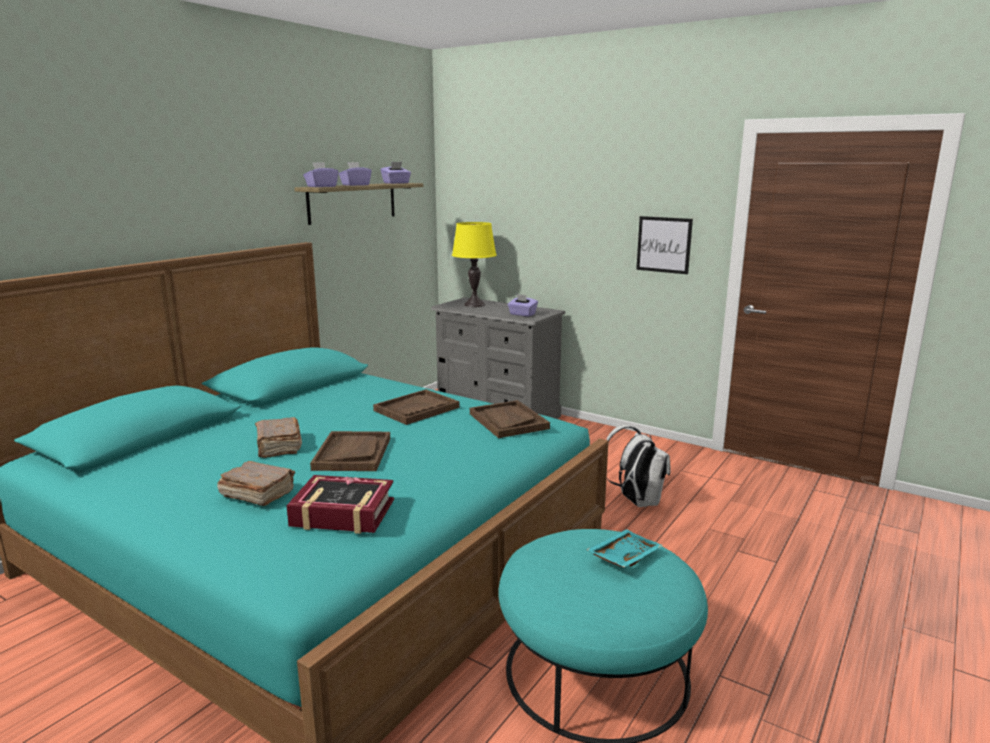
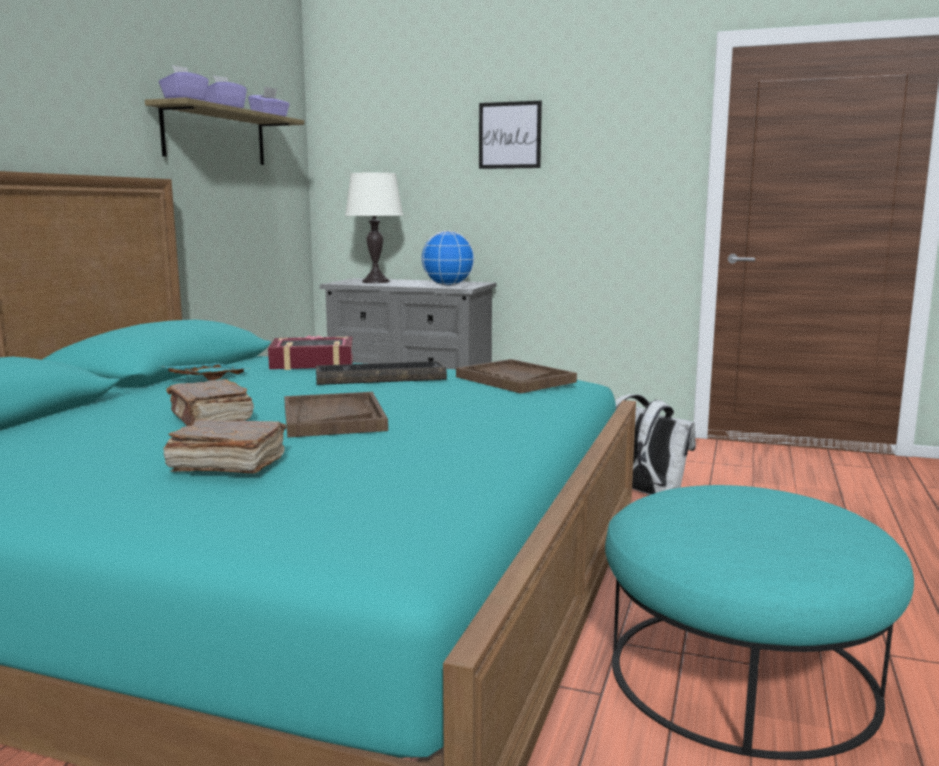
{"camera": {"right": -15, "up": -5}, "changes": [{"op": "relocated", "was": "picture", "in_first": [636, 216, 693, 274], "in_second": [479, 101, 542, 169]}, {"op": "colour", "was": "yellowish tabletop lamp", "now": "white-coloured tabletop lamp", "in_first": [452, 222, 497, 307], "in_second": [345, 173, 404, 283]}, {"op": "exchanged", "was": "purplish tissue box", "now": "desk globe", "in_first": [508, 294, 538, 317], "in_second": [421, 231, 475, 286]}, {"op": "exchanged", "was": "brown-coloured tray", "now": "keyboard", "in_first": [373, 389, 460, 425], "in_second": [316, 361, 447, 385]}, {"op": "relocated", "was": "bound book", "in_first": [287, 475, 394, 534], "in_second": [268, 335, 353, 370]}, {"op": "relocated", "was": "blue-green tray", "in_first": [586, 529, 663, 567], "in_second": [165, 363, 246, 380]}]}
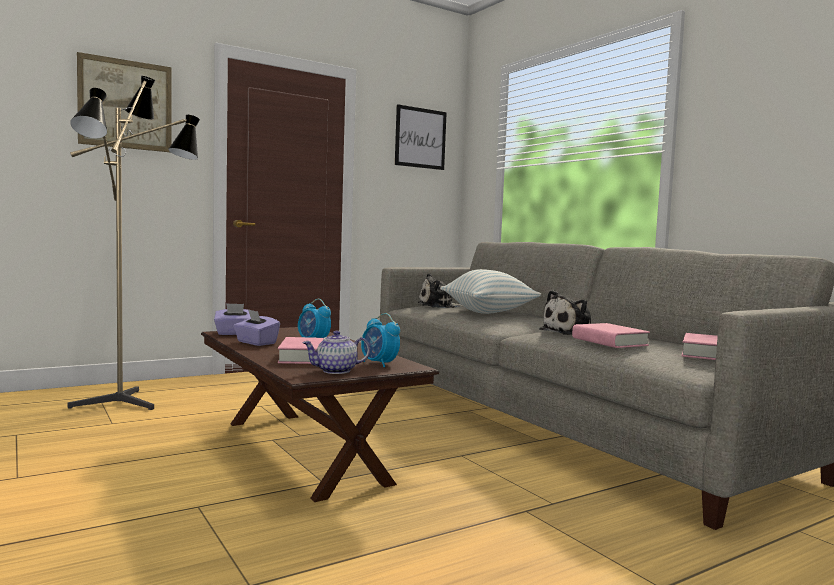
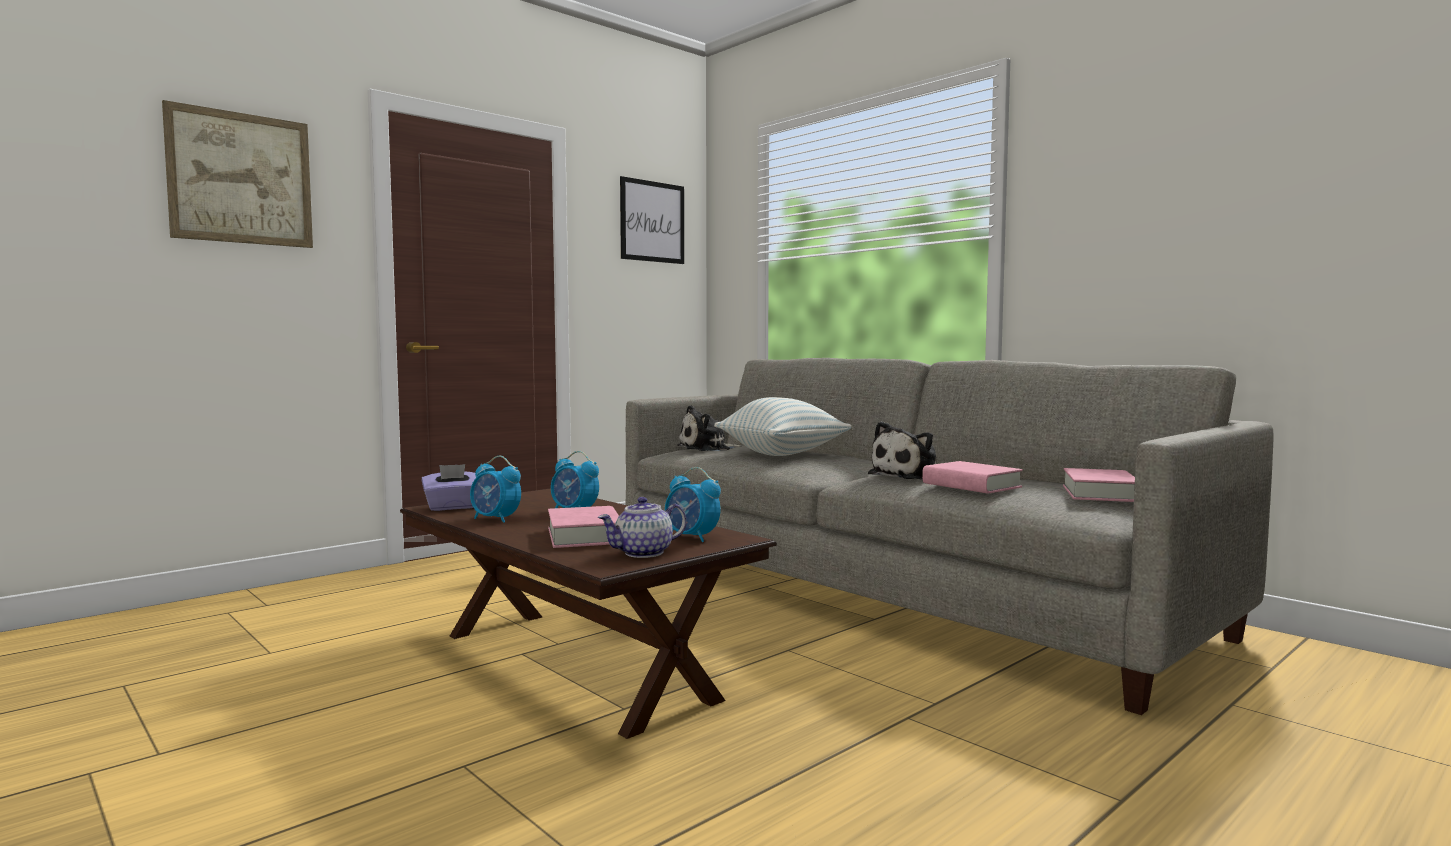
{"camera": {"right": -10, "up": 0}, "changes": [{"op": "missing", "was": "standing lamp", "in_first": [67, 76, 200, 410]}, {"op": "exchanged", "was": "purplish tissue box", "now": "bedside clock", "in_first": [234, 309, 280, 346], "in_second": [470, 456, 521, 523]}]}
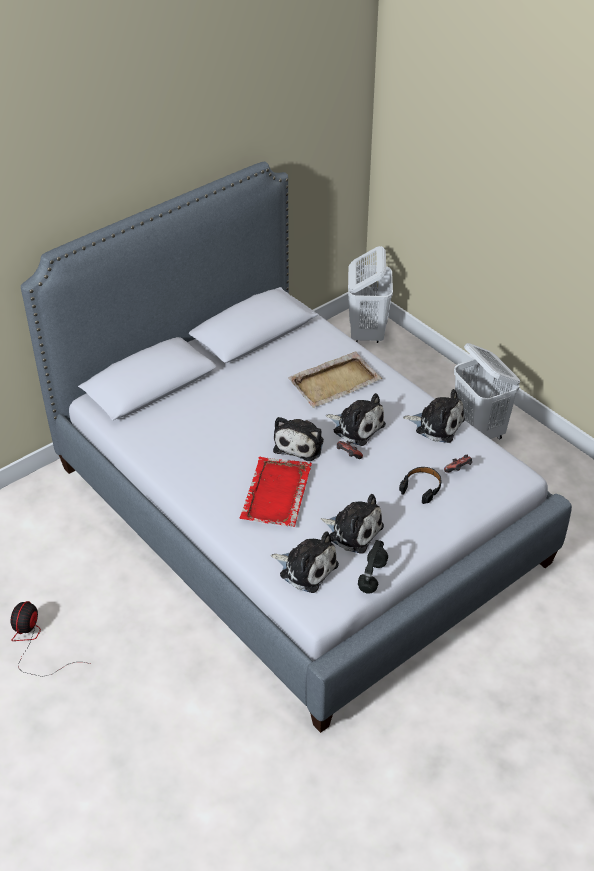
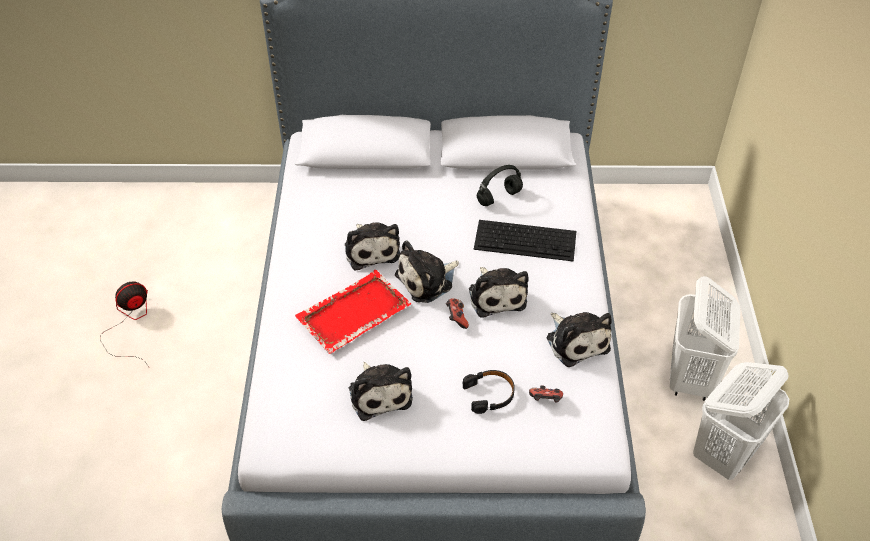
{"camera": {"right": 40, "up": 5}, "changes": [{"op": "relocated", "was": "white-coloured laundry basket", "in_first": [348, 246, 393, 343], "in_second": [693, 362, 789, 480]}, {"op": "exchanged", "was": "sand-coloured tray", "now": "keyboard", "in_first": [288, 351, 382, 408], "in_second": [474, 220, 576, 262]}, {"op": "relocated", "was": "cuddly toy", "in_first": [271, 531, 339, 593], "in_second": [345, 222, 400, 270]}, {"op": "relocated", "was": "black headphones", "in_first": [358, 540, 388, 594], "in_second": [477, 165, 523, 206]}]}
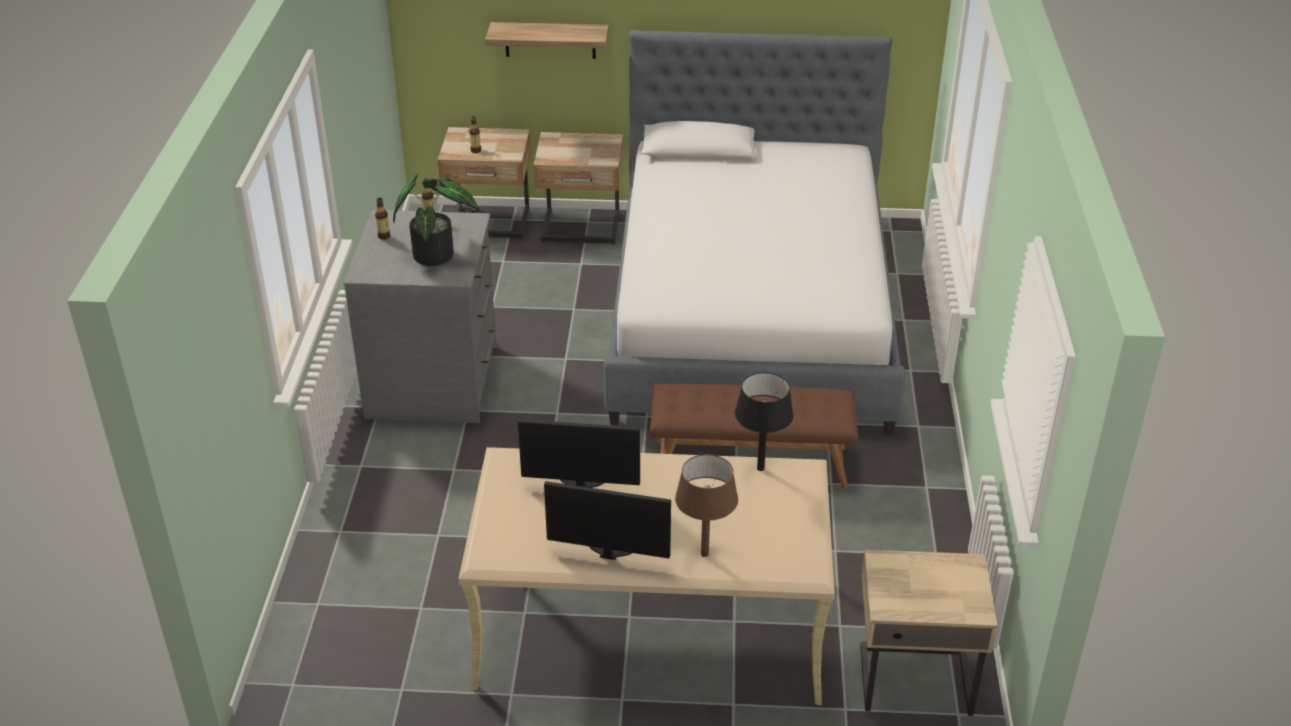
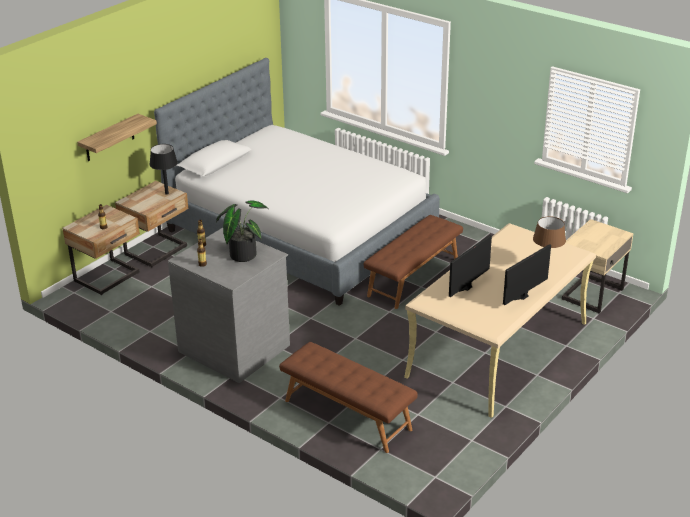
{"camera": {"right": -55, "up": -5}, "changes": [{"op": "relocated", "was": "black tabletop lamp", "in_first": [735, 372, 794, 471], "in_second": [149, 144, 178, 195]}, {"op": "appeared", "now": "brown-coloured long seat", "in_second": [279, 342, 418, 453]}]}
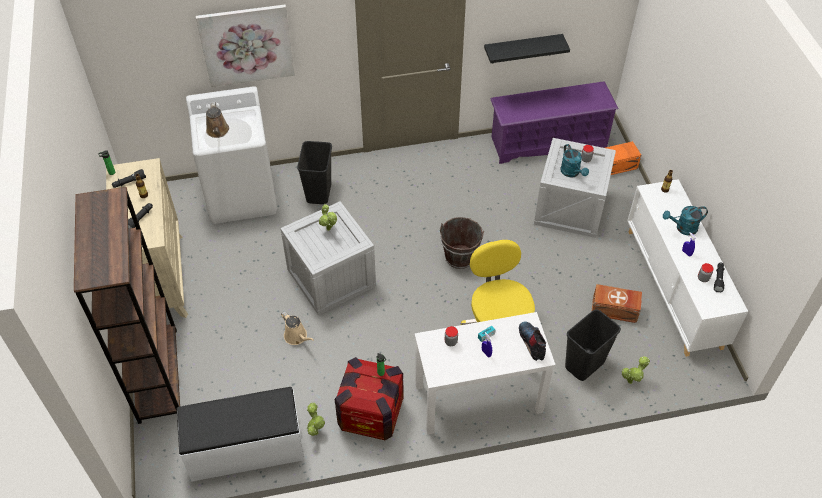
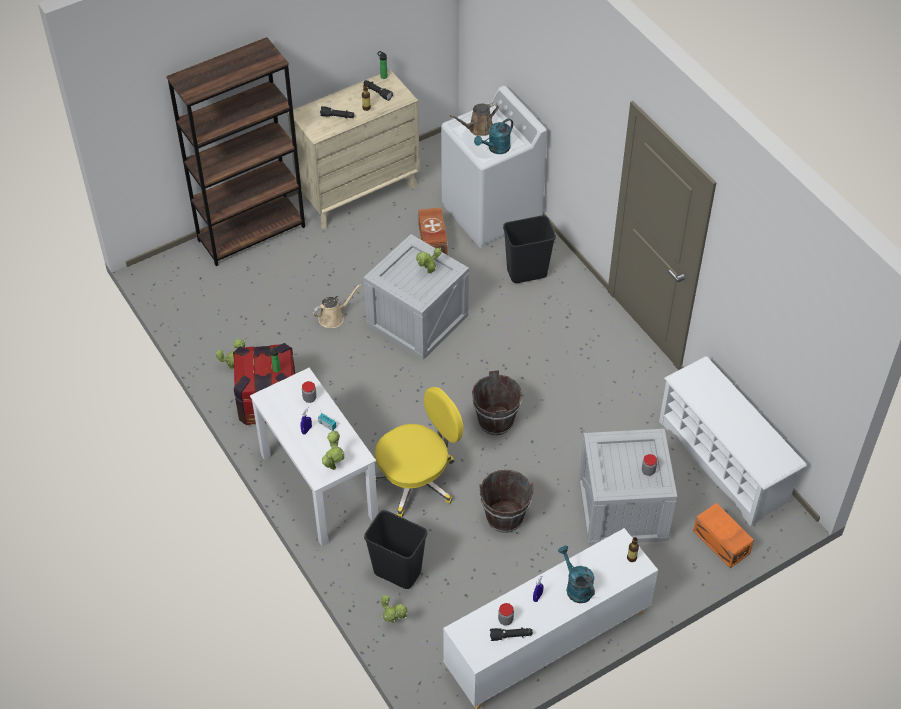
{"camera": {"right": 70, "up": 0}, "changes": [{"op": "missing", "was": "picture", "in_first": [196, 5, 295, 87]}, {"op": "missing", "was": "black wall shelf", "in_first": [484, 34, 570, 63]}, {"op": "colour", "was": "purplish shoe stand", "now": "white-coloured shoe stand", "in_first": [491, 81, 619, 164], "in_second": [659, 356, 807, 527]}, {"op": "relocated", "was": "blue-green watering pot", "in_first": [560, 144, 589, 177], "in_second": [474, 118, 513, 154]}, {"op": "relocated", "was": "brown-coloured storage container", "in_first": [592, 284, 642, 323], "in_second": [418, 208, 448, 255]}, {"op": "spun", "was": "sand-coloured watering pot", "in_first": [281, 311, 314, 345], "in_second": [313, 284, 361, 328], "clockwise": -150}, {"op": "exchanged", "was": "tall boot", "now": "houseplant", "in_first": [519, 321, 546, 361], "in_second": [322, 431, 344, 470]}, {"op": "missing", "was": "white-coloured long seat", "in_first": [176, 387, 304, 482]}, {"op": "appeared", "now": "brown-coloured pail", "in_second": [479, 470, 534, 533]}]}
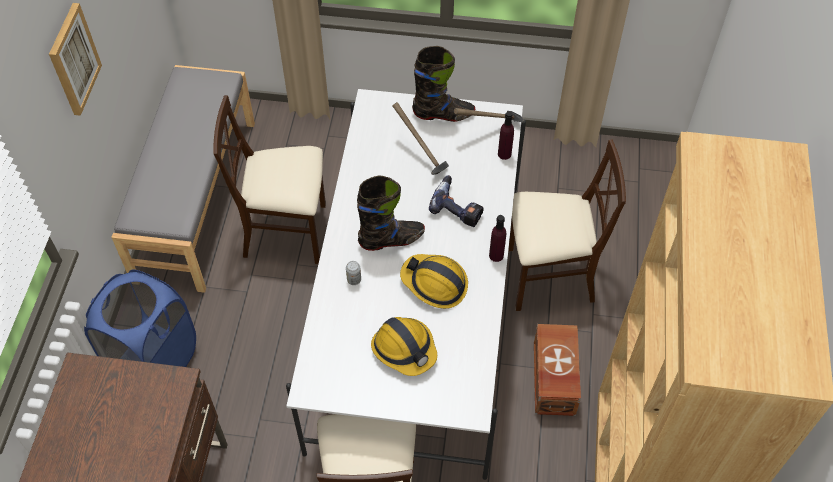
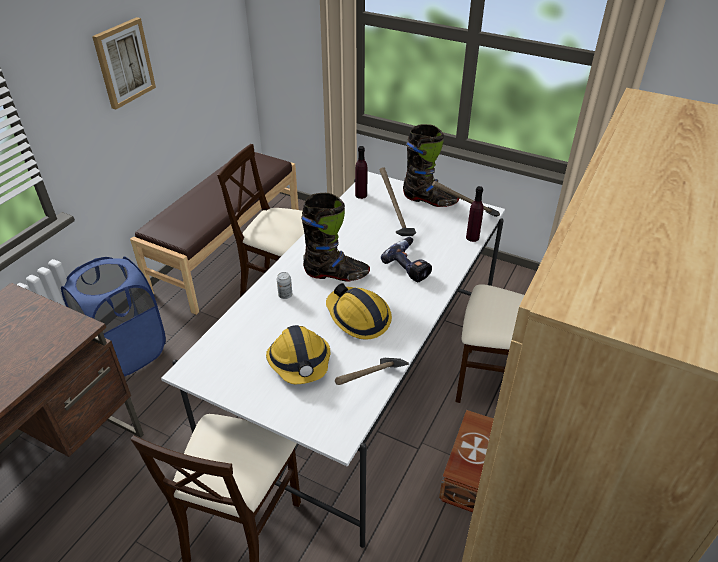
{"camera": {"right": 20, "up": -15}, "changes": [{"op": "colour", "was": "greyish long seat", "now": "brown-coloured long seat", "in_first": [111, 65, 255, 293], "in_second": [130, 152, 299, 315]}, {"op": "relocated", "was": "purplish beverage bottle", "in_first": [489, 215, 506, 262], "in_second": [355, 146, 367, 199]}, {"op": "appeared", "now": "hand hammer", "in_second": [335, 358, 409, 385]}]}
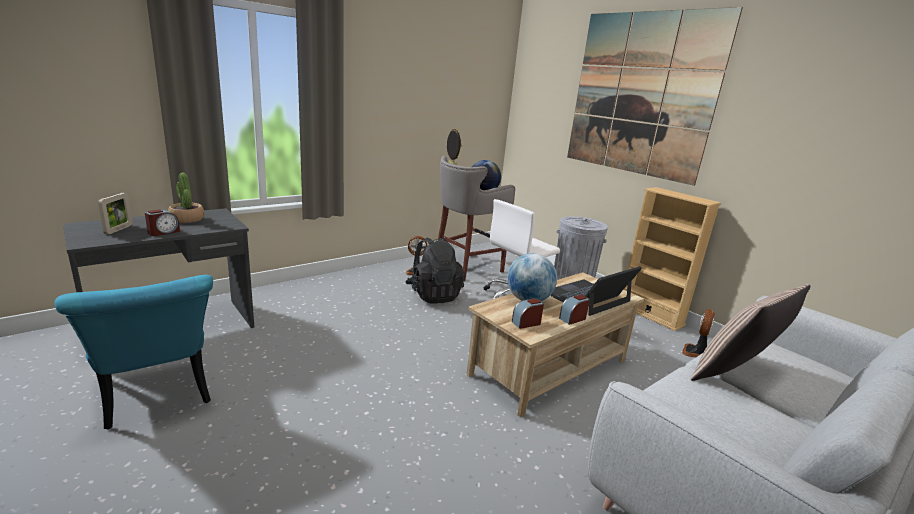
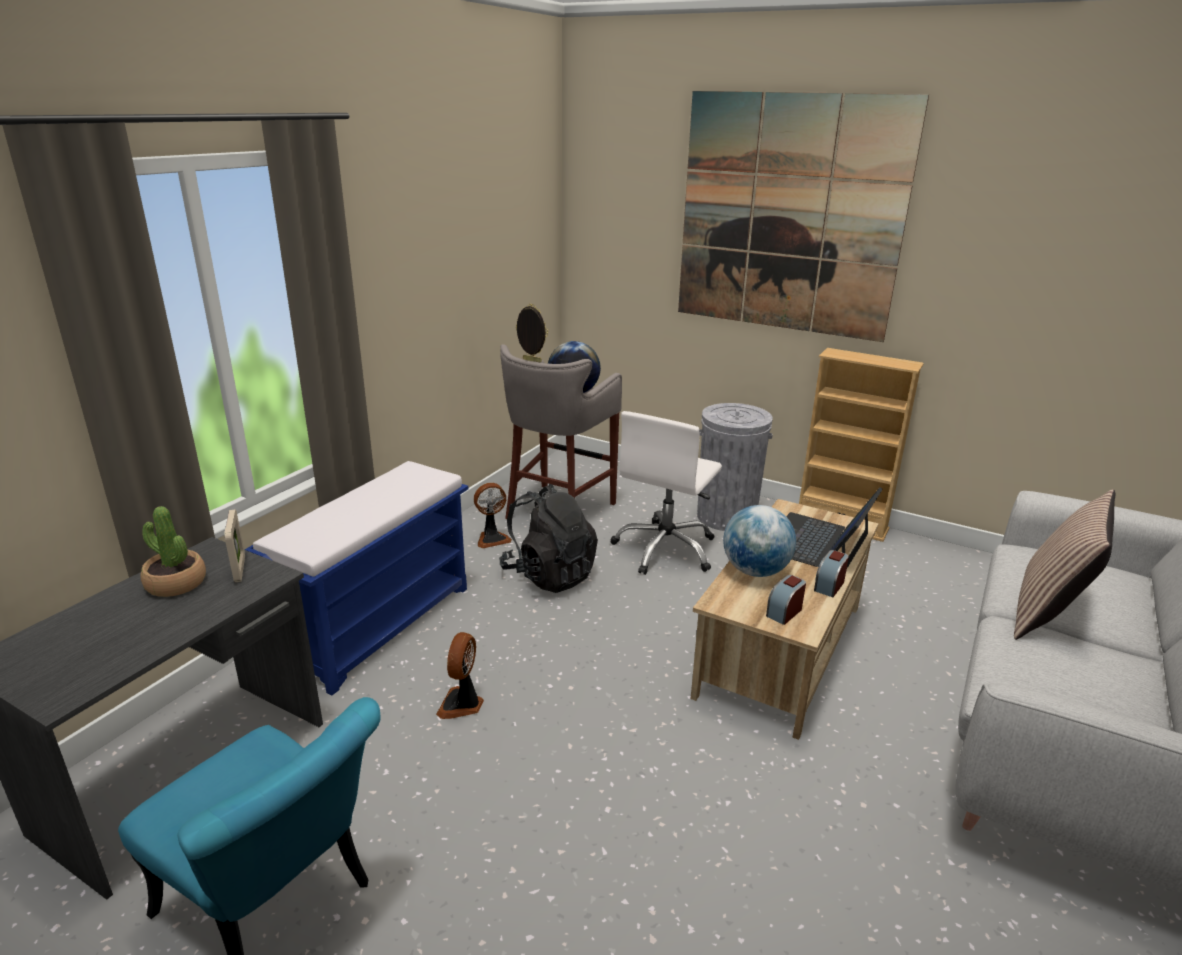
{"camera": {"right": -20, "up": 5}, "changes": [{"op": "relocated", "was": "photo frame", "in_first": [98, 193, 133, 234], "in_second": [224, 509, 245, 583]}, {"op": "missing", "was": "bedside clock", "in_first": [145, 209, 180, 236]}, {"op": "relocated", "was": "fan", "in_first": [682, 309, 715, 357], "in_second": [436, 632, 484, 719]}, {"op": "appeared", "now": "blue-coloured long seat", "in_second": [245, 461, 468, 696]}]}
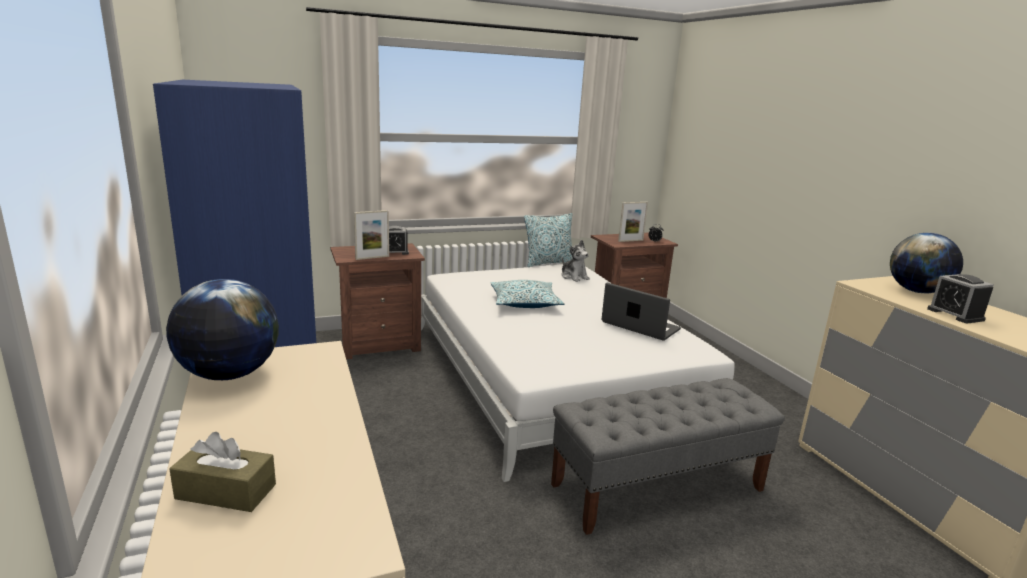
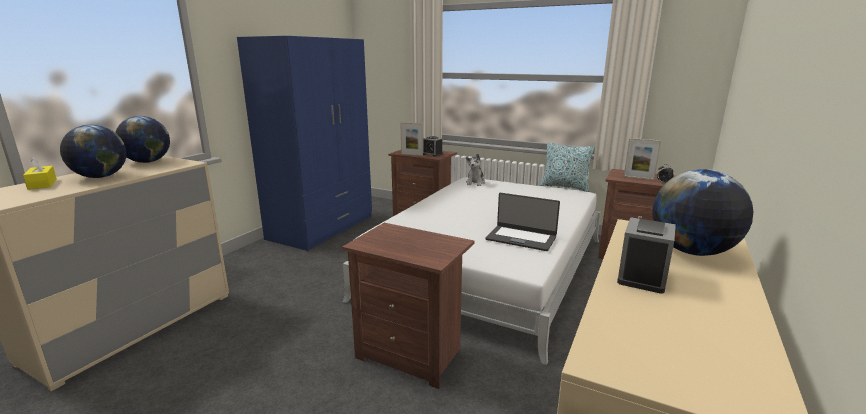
{"camera": {"right": 50, "up": 0}, "changes": [{"op": "relocated", "was": "cuddly toy", "in_first": [561, 240, 590, 282], "in_second": [466, 153, 485, 186]}, {"op": "missing", "was": "pillow", "in_first": [491, 280, 564, 308]}, {"op": "spun", "was": "laptop", "in_first": [602, 282, 681, 341], "in_second": [485, 193, 560, 251], "clockwise": 120}, {"op": "exchanged", "was": "greyish long seat", "now": "brown-coloured bedside table", "in_first": [551, 378, 785, 535], "in_second": [342, 223, 475, 389]}, {"op": "colour", "was": "brown-coloured tissue box", "now": "yellowish tissue box", "in_first": [169, 432, 276, 512], "in_second": [23, 156, 57, 190]}, {"op": "appeared", "now": "desk globe", "in_second": [60, 125, 127, 178]}]}
